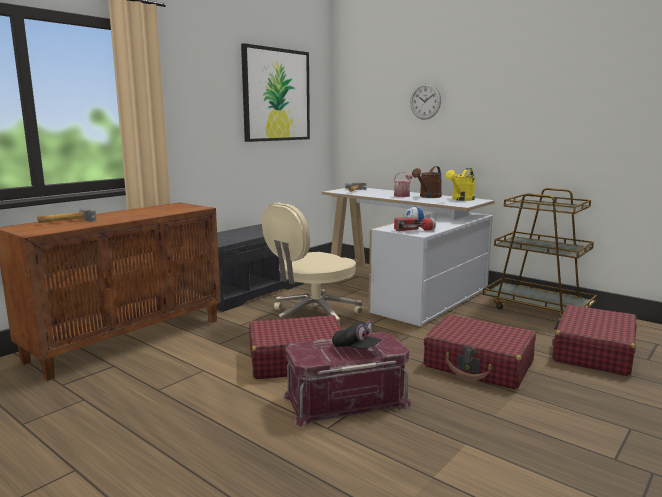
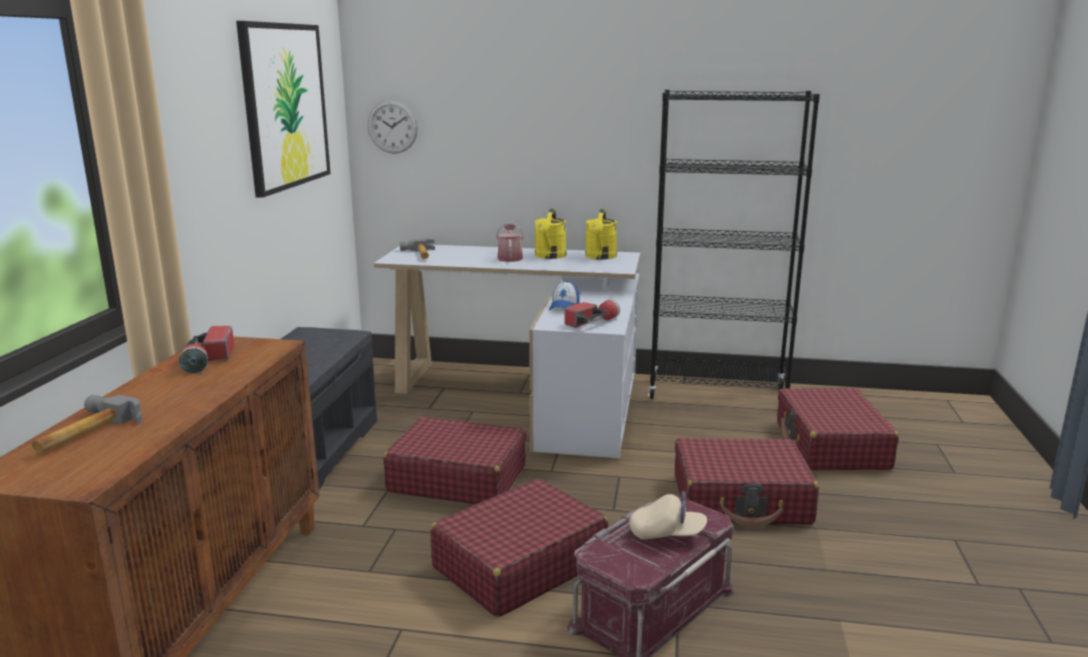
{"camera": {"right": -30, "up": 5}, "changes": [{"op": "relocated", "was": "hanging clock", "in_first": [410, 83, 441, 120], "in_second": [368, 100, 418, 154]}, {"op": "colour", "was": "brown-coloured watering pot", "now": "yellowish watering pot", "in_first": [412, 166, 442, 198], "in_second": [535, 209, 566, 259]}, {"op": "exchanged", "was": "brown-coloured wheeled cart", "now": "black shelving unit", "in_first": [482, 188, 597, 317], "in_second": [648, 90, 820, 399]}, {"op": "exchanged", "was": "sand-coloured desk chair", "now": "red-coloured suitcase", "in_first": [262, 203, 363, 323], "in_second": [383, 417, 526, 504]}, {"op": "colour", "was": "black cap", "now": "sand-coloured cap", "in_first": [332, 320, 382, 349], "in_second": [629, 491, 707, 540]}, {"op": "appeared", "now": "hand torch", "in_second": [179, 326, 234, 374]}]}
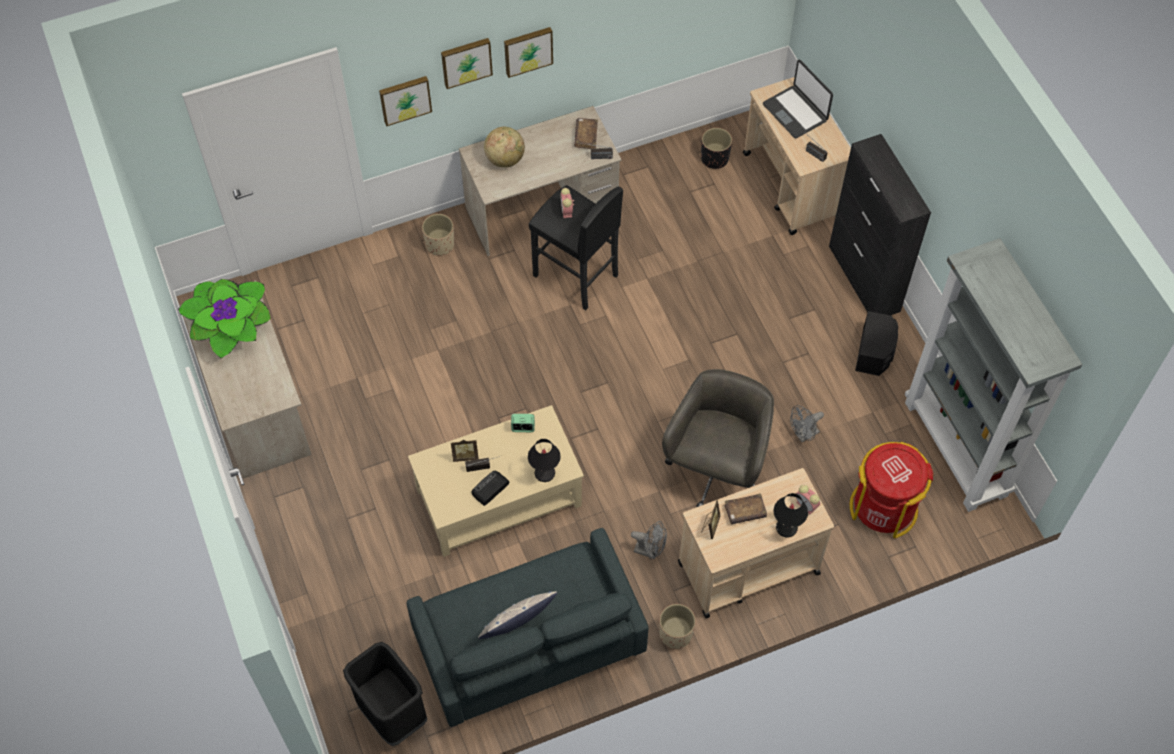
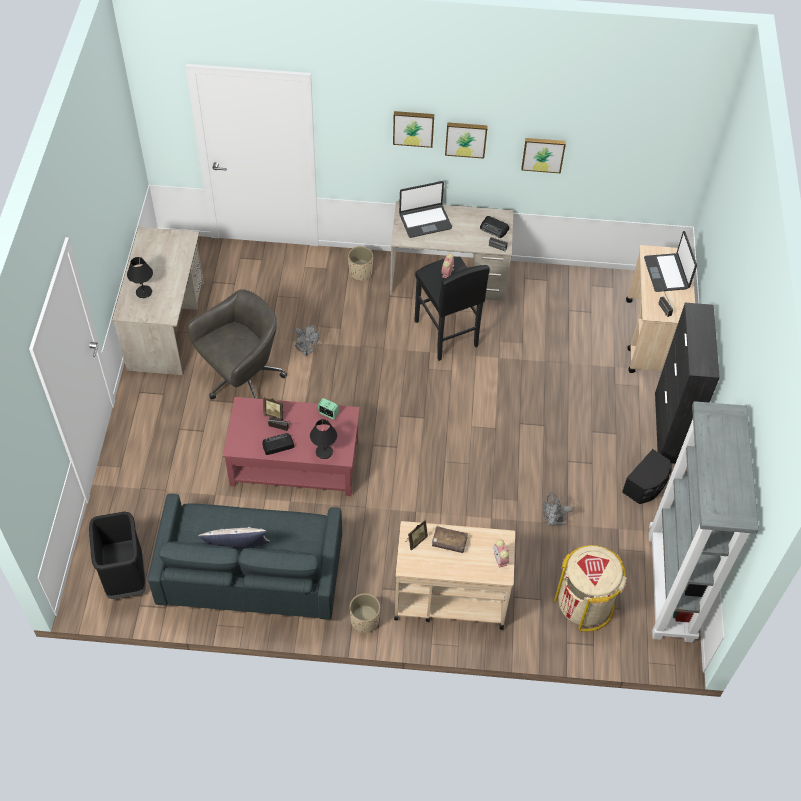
{"camera": {"right": 25, "up": -5}, "changes": [{"op": "relocated", "was": "picture", "in_first": [379, 76, 432, 126], "in_second": [521, 138, 566, 173]}, {"op": "exchanged", "was": "brown-coloured bound book", "now": "radio", "in_first": [574, 118, 598, 149], "in_second": [480, 216, 509, 238]}, {"op": "exchanged", "was": "desk globe", "now": "laptop", "in_first": [484, 127, 525, 168], "in_second": [399, 181, 452, 238]}, {"op": "missing", "was": "black flower pot", "in_first": [701, 128, 732, 169]}, {"op": "missing", "was": "houseplant", "in_first": [178, 279, 271, 359]}, {"op": "relocated", "was": "greyish desk chair", "in_first": [662, 369, 774, 507], "in_second": [188, 289, 287, 399]}, {"op": "colour", "was": "sand-coloured coffee table", "now": "red-coloured coffee table", "in_first": [408, 405, 584, 557], "in_second": [223, 397, 360, 496]}, {"op": "colour", "was": "red-coloured waste bin", "now": "sand-coloured waste bin", "in_first": [850, 442, 934, 538], "in_second": [554, 545, 627, 632]}, {"op": "relocated", "was": "black tabletop lamp", "in_first": [774, 493, 808, 537], "in_second": [127, 257, 153, 298]}, {"op": "relocated", "was": "greyish fan", "in_first": [631, 521, 667, 559], "in_second": [294, 325, 319, 356]}]}
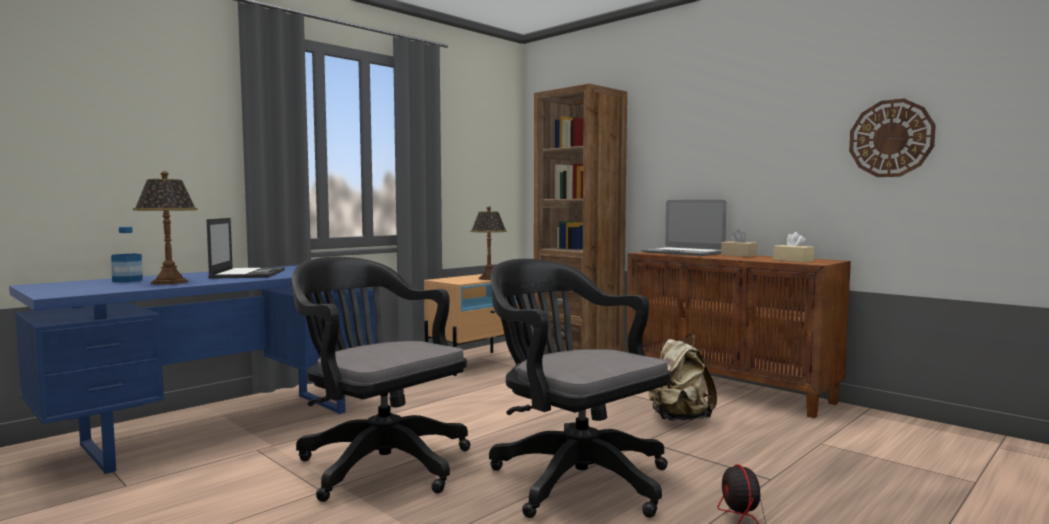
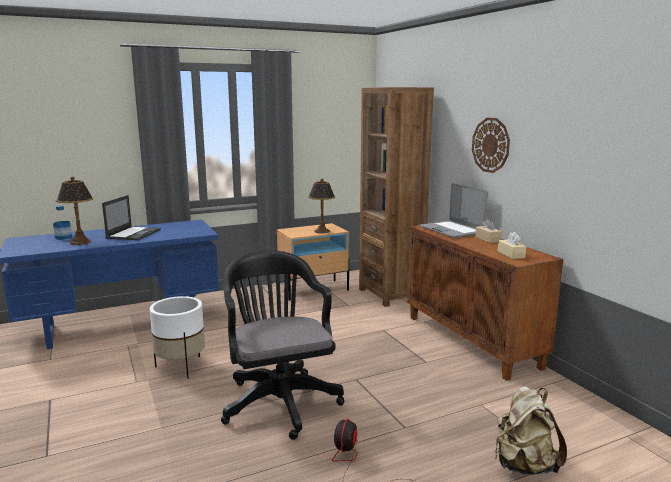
{"camera": {"right": 20, "up": 10}, "changes": [{"op": "relocated", "was": "hanging clock", "in_first": [849, 98, 936, 177], "in_second": [472, 118, 510, 173]}, {"op": "exchanged", "was": "black desk chair", "now": "white-coloured flower pot", "in_first": [292, 257, 471, 502], "in_second": [150, 296, 205, 379]}, {"op": "relocated", "was": "sand-coloured knapsack", "in_first": [649, 334, 717, 421], "in_second": [495, 386, 567, 475]}]}
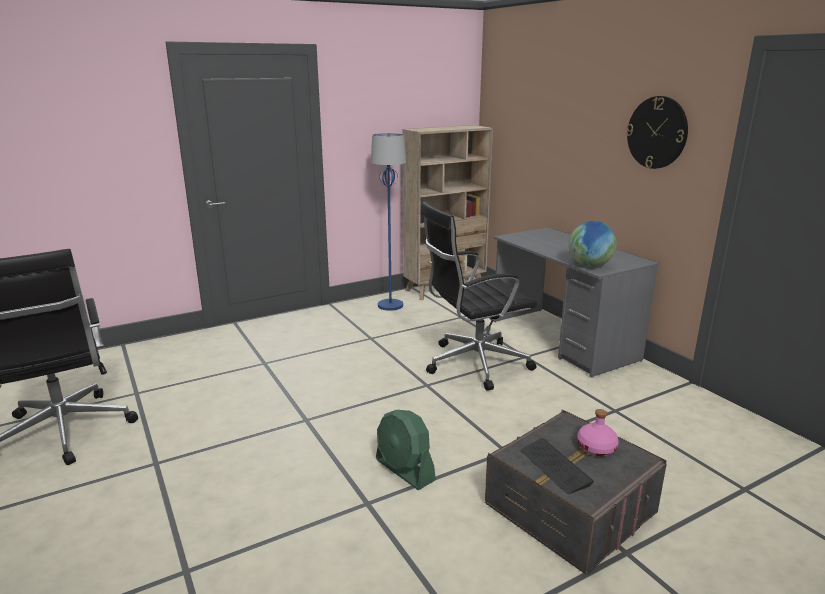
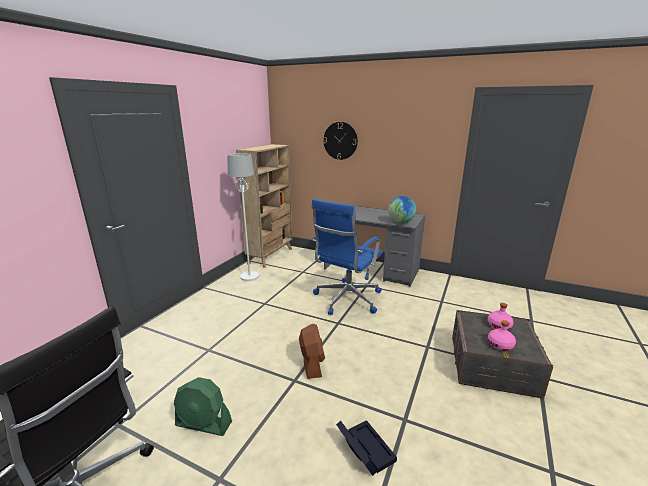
{"camera": {"right": -35, "up": 0}, "changes": [{"op": "relocated", "was": "hanging clock", "in_first": [626, 96, 688, 169], "in_second": [323, 122, 358, 160]}, {"op": "colour", "was": "blue-coloured standing lamp", "now": "white-coloured standing lamp", "in_first": [371, 133, 406, 311], "in_second": [227, 153, 259, 281]}, {"op": "colour", "was": "black desk chair", "now": "blue-coloured desk chair", "in_first": [421, 201, 537, 391], "in_second": [312, 199, 383, 315]}, {"op": "relocated", "was": "green-coloured fan", "in_first": [376, 410, 436, 490], "in_second": [174, 377, 232, 436]}, {"op": "exchanged", "was": "keyboard", "now": "pink-coloured beverage bottle", "in_first": [521, 438, 594, 494], "in_second": [488, 320, 516, 350]}, {"op": "appeared", "now": "brown-coloured fan", "in_second": [299, 324, 325, 379]}, {"op": "appeared", "now": "black storage container", "in_second": [336, 420, 397, 476]}]}
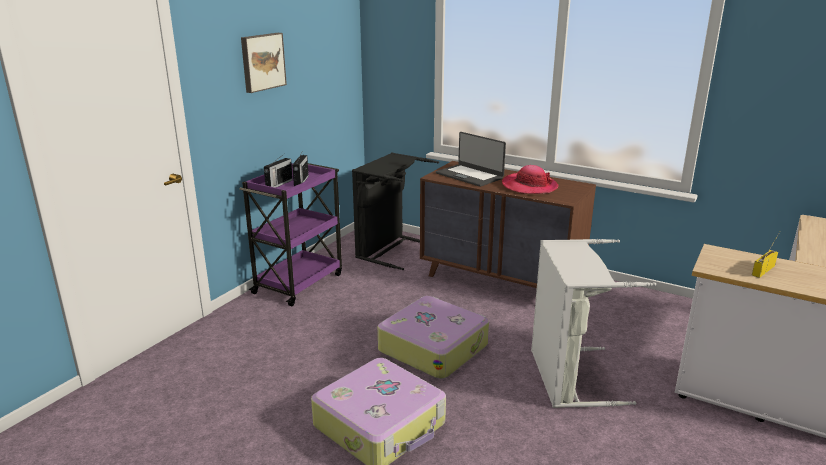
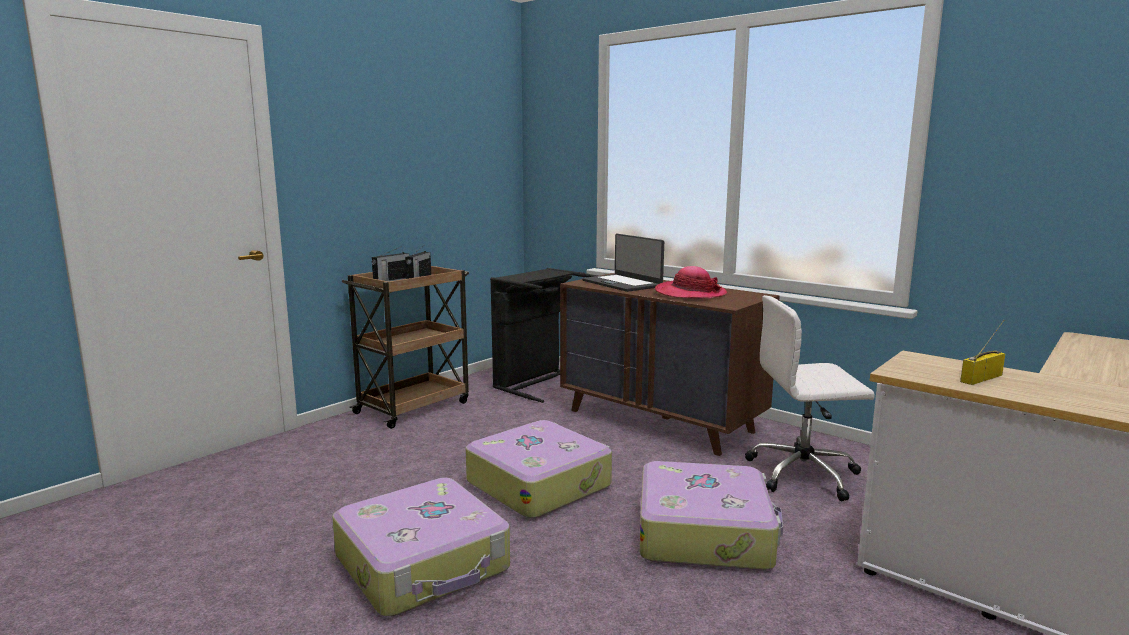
{"camera": {"right": 10, "up": -10}, "changes": [{"op": "missing", "was": "picture", "in_first": [241, 33, 287, 93]}, {"op": "colour", "was": "purplish wheeled cart", "now": "brown-coloured wheeled cart", "in_first": [240, 163, 342, 306], "in_second": [342, 266, 469, 429]}, {"op": "exchanged", "was": "greyish laundry basket", "now": "suitcase", "in_first": [531, 239, 656, 408], "in_second": [640, 461, 783, 570]}, {"op": "appeared", "now": "white-coloured desk chair", "in_second": [745, 295, 875, 502]}]}
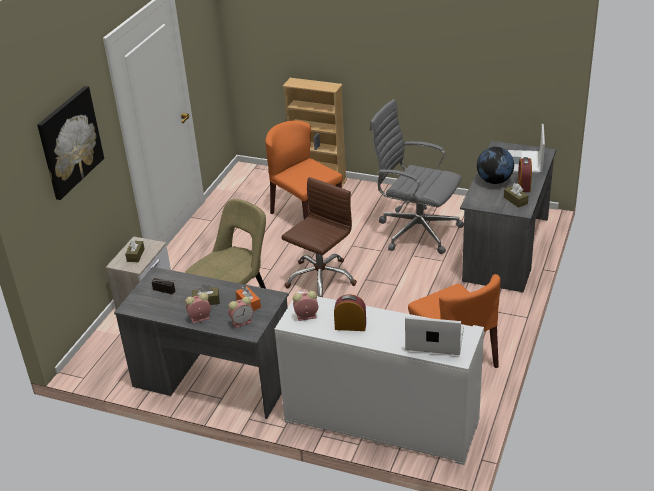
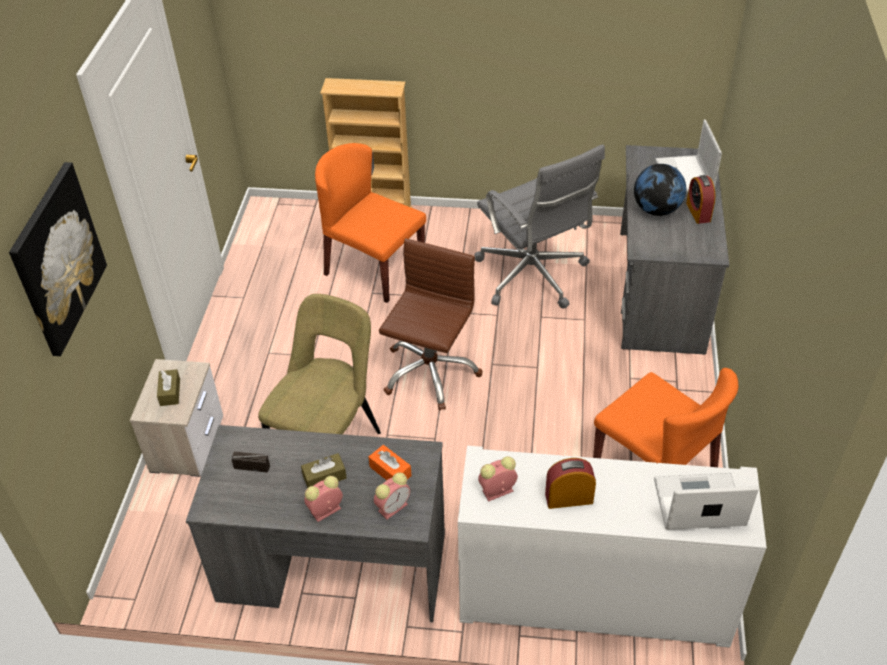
{"camera": {"right": -15, "up": 10}, "changes": [{"op": "spun", "was": "greyish desk chair", "in_first": [370, 99, 464, 254], "in_second": [475, 144, 605, 308], "clockwise": -135}, {"op": "missing", "was": "brown-coloured tissue box", "in_first": [504, 183, 529, 208]}]}
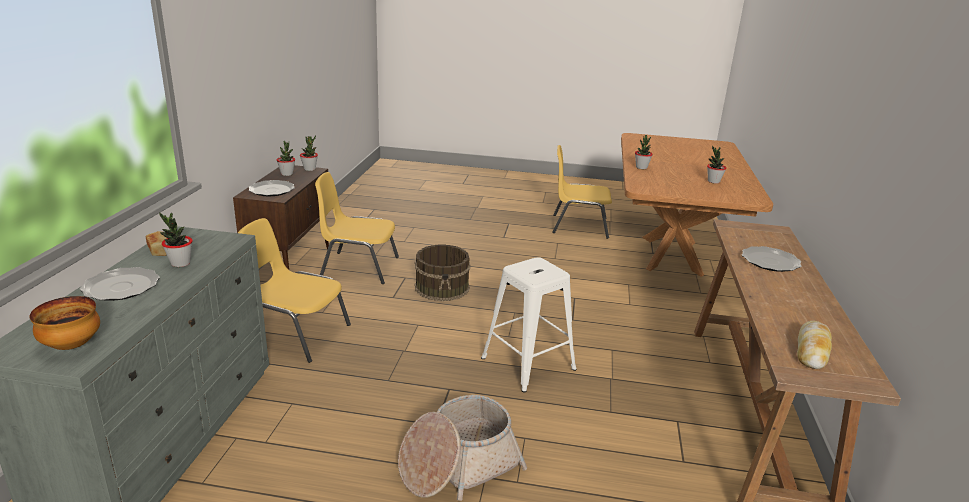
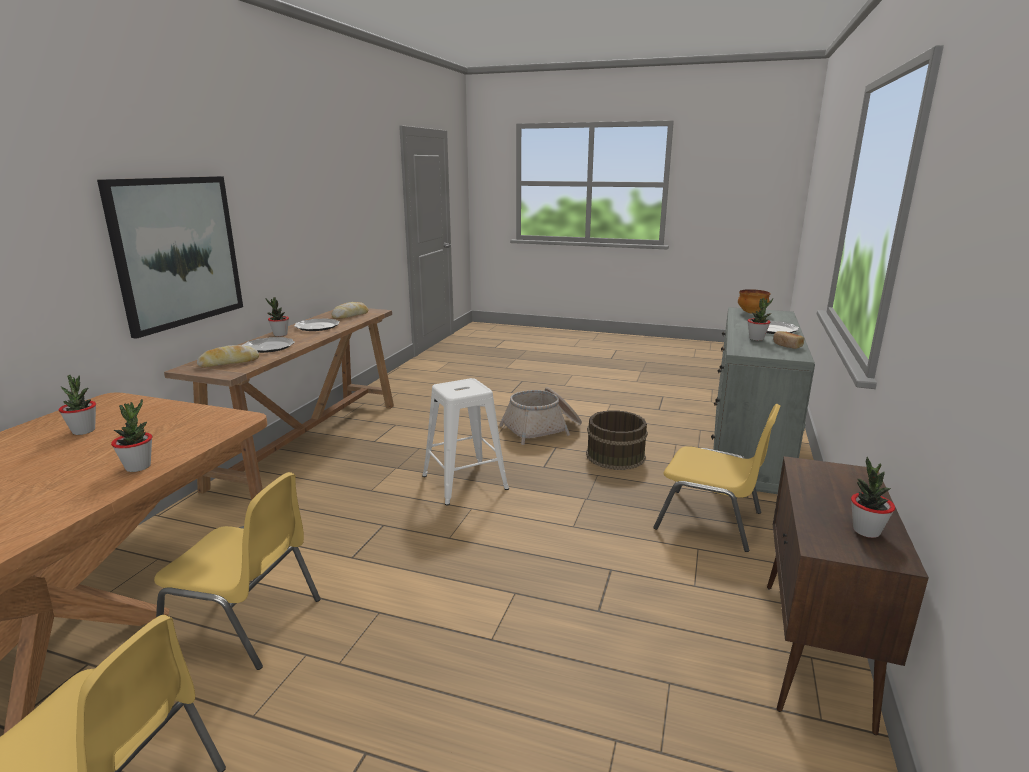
{"camera": {"right": -170, "up": -5}, "changes": [{"op": "relocated", "was": "houseplant", "in_first": [300, 135, 318, 171], "in_second": [266, 297, 289, 337]}, {"op": "relocated", "was": "yellowish upright chair", "in_first": [315, 172, 399, 284], "in_second": [154, 472, 321, 670]}, {"op": "relocated", "was": "dinner plate", "in_first": [248, 180, 295, 196], "in_second": [294, 318, 340, 331]}, {"op": "relocated", "was": "brown-coloured pail", "in_first": [415, 244, 471, 301], "in_second": [586, 410, 648, 470]}, {"op": "appeared", "now": "picture", "in_second": [97, 176, 243, 339]}, {"op": "appeared", "now": "bakery bread", "in_second": [197, 345, 259, 368]}]}
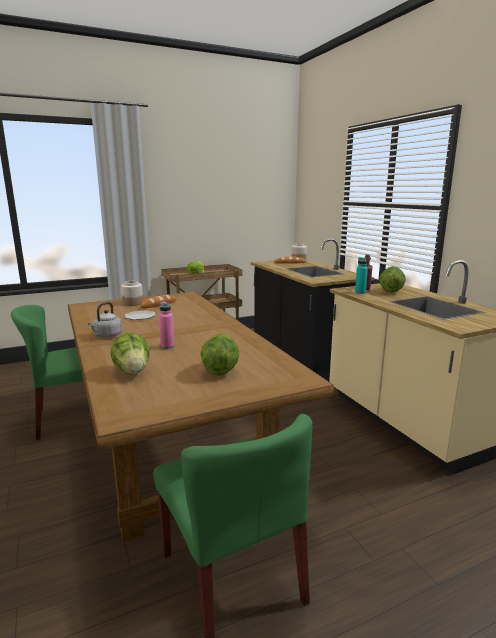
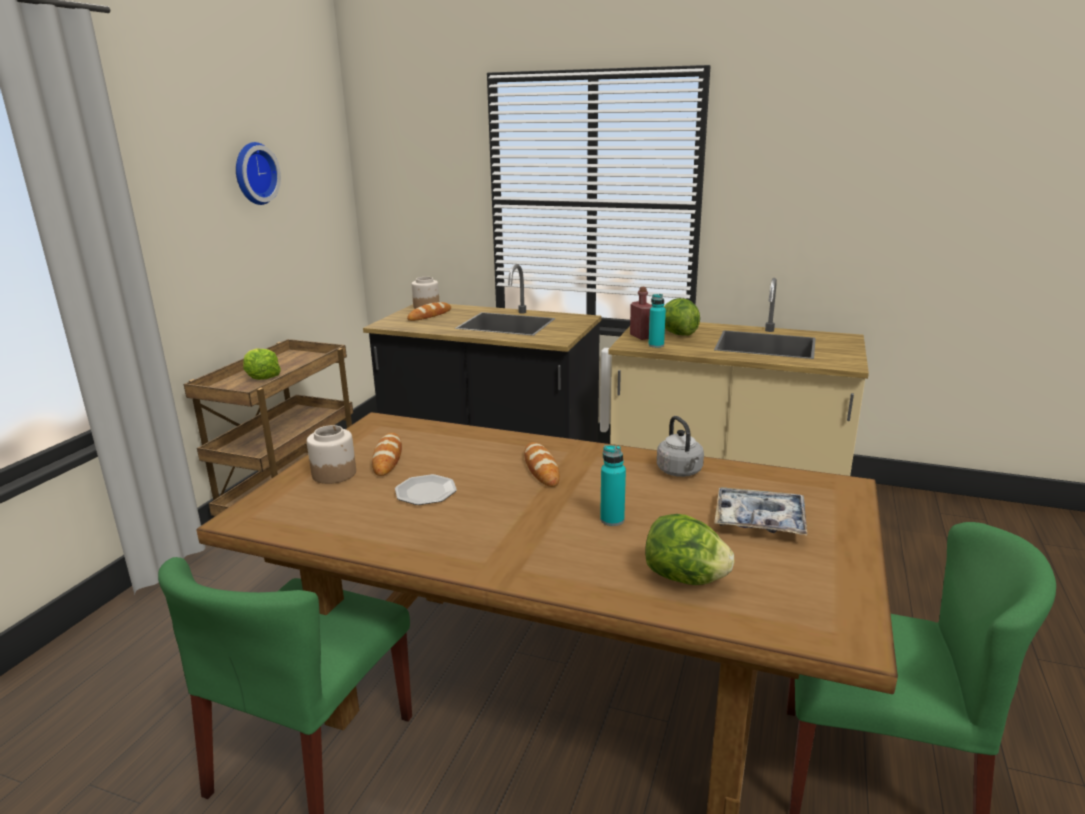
{"camera": {"right": -45, "up": 5}, "changes": [{"op": "colour", "was": "pink-coloured beverage bottle", "now": "blue-green beverage bottle", "in_first": [159, 301, 174, 349], "in_second": [600, 445, 626, 526]}, {"op": "relocated", "was": "greyish tea kettle", "in_first": [88, 302, 122, 338], "in_second": [657, 416, 704, 477]}, {"op": "exchanged", "was": "lettuce", "now": "tray", "in_first": [200, 334, 239, 376], "in_second": [714, 487, 807, 535]}, {"op": "appeared", "now": "hanging clock", "in_second": [236, 142, 281, 205]}, {"op": "appeared", "now": "bakery bread", "in_second": [524, 442, 560, 487]}]}
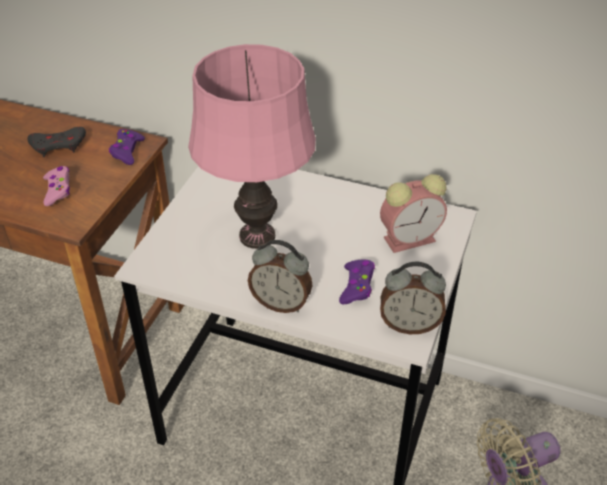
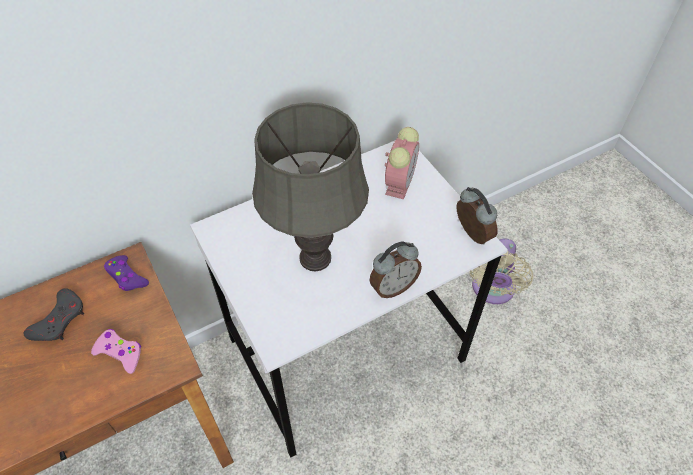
{"camera": {"right": -50, "up": 10}, "changes": [{"op": "colour", "was": "pink-coloured tabletop lamp", "now": "greyish tabletop lamp", "in_first": [188, 44, 316, 249], "in_second": [252, 102, 369, 271]}, {"op": "missing", "was": "purplish gamepad", "in_first": [339, 260, 375, 304]}, {"op": "spun", "was": "bedside clock", "in_first": [380, 262, 446, 334], "in_second": [456, 187, 497, 245], "clockwise": -75}]}
